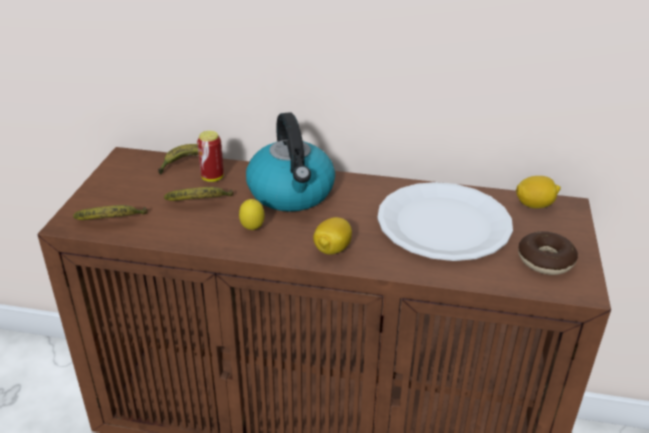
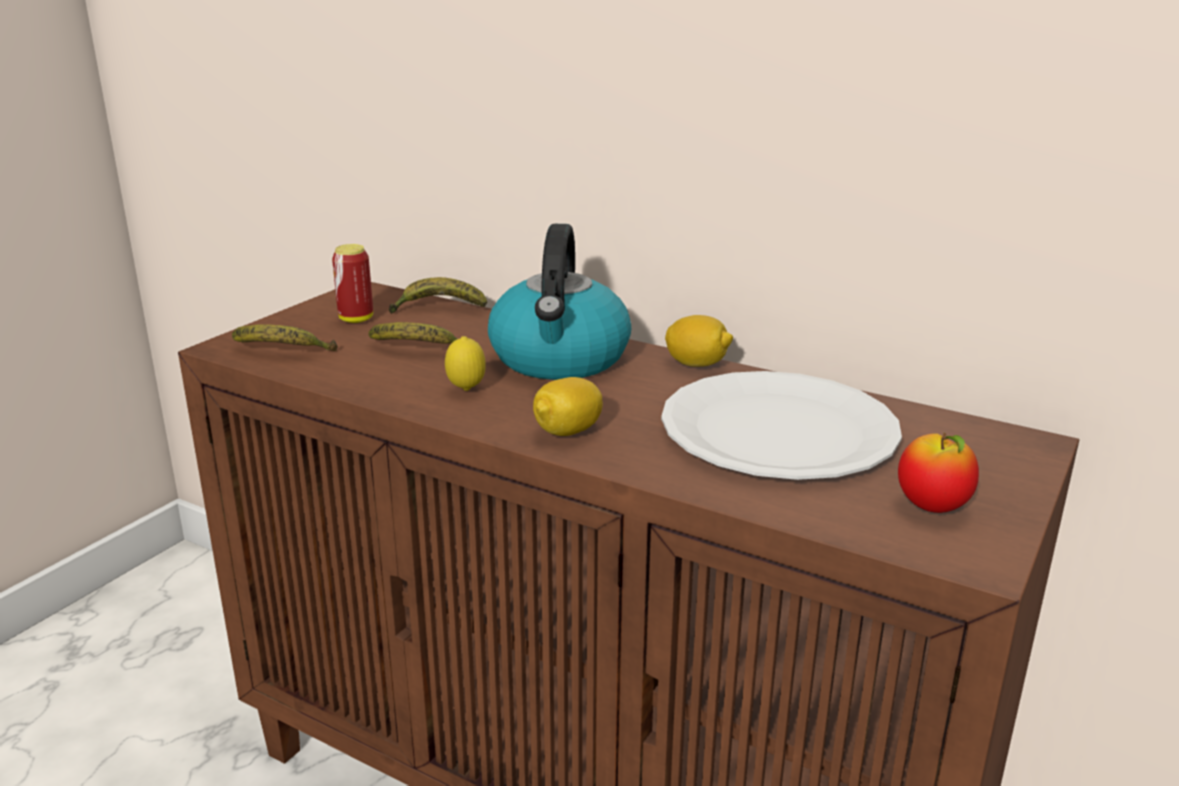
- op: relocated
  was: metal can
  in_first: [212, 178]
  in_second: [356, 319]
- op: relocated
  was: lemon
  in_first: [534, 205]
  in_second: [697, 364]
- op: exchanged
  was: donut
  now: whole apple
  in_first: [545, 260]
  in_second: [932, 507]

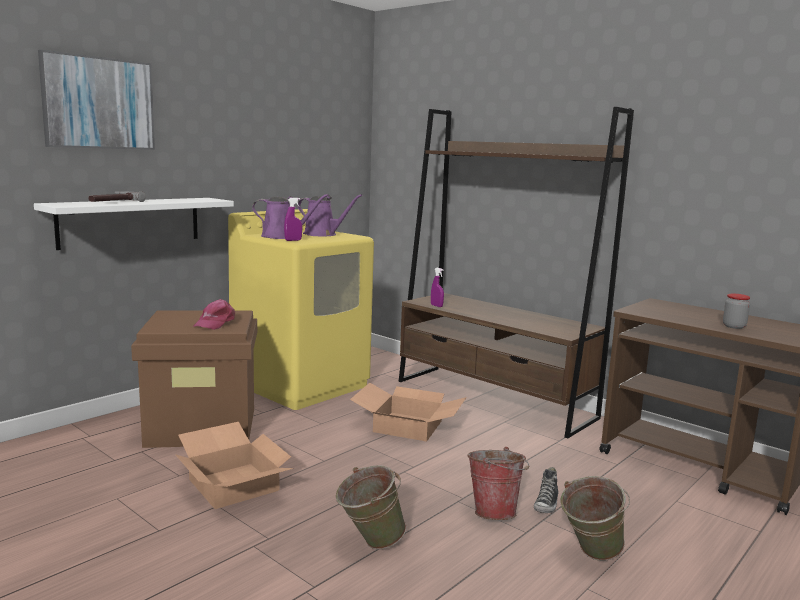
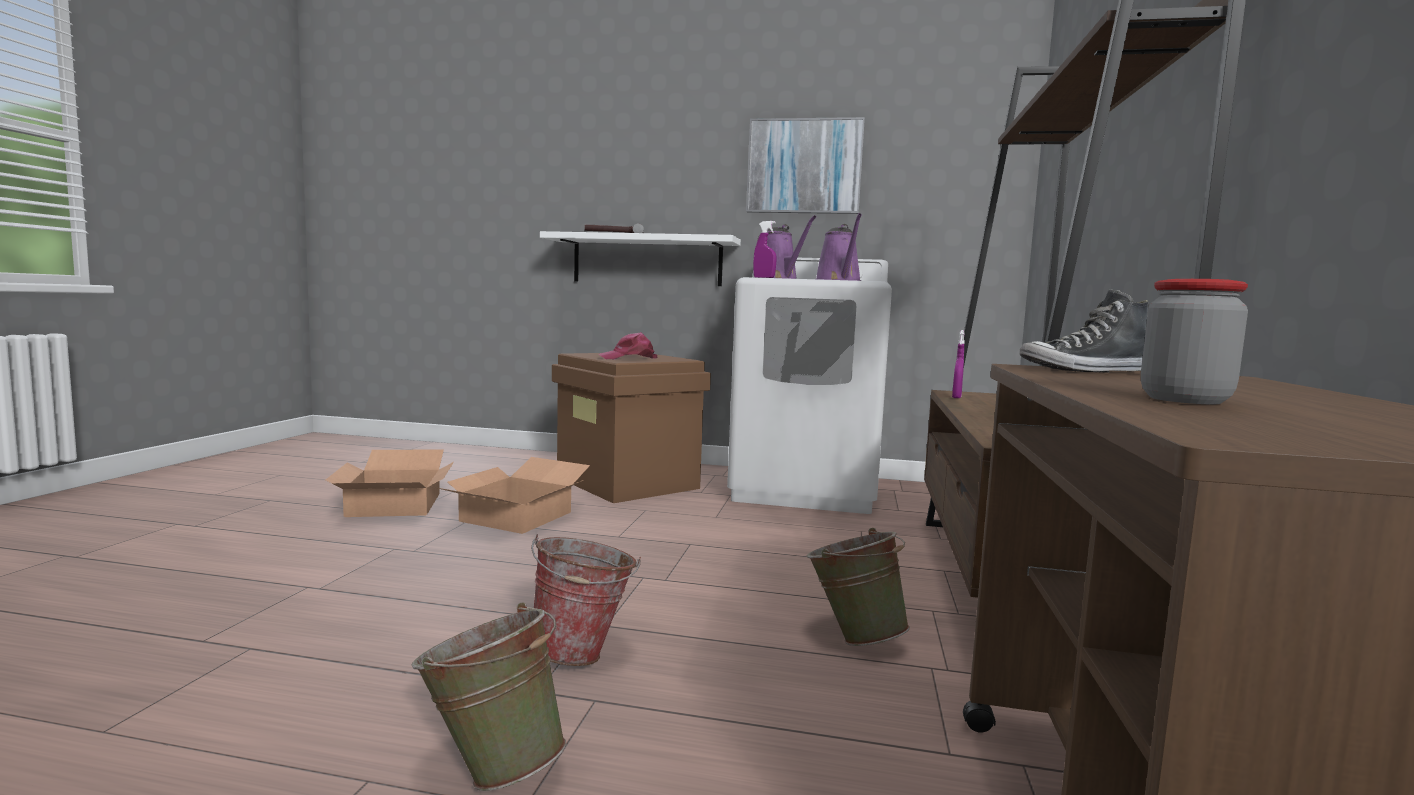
- op: relocated
  was: wall picture
  in_first: [98, 103]
  in_second: [804, 166]
- op: colour
  was: laundry appliance (yellow)
  now: laundry appliance (white-coloured)
  in_first: [301, 384]
  in_second: [805, 490]
- op: relocated
  was: carton
  in_first: [409, 426]
  in_second: [395, 505]
- op: relocated
  was: bucket (green)
  in_first: [369, 543]
  in_second: [853, 637]
- op: relocated
  was: shoe
  in_first: [546, 504]
  in_second: [1085, 371]

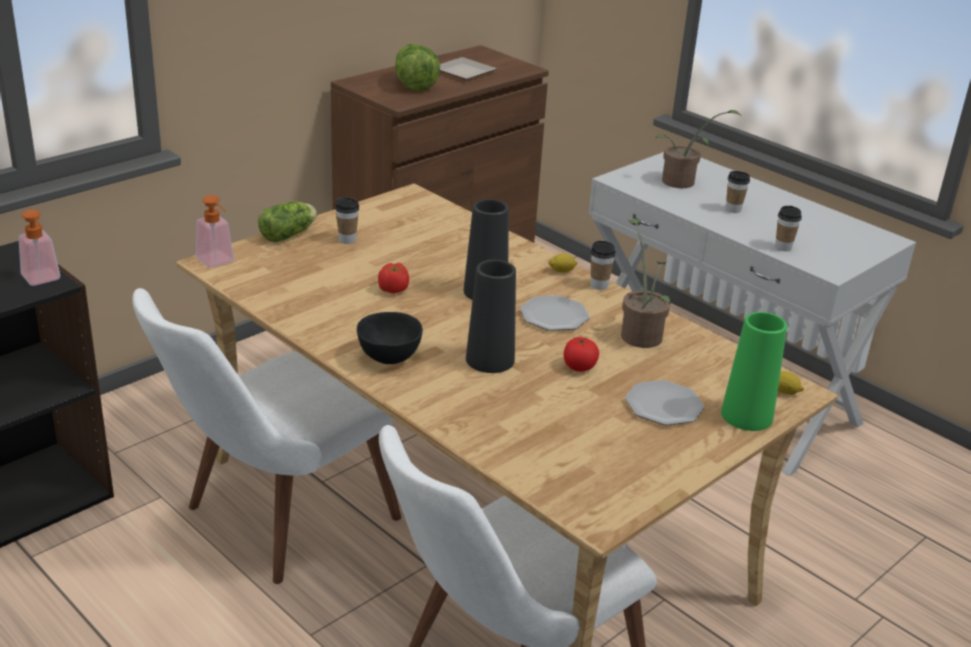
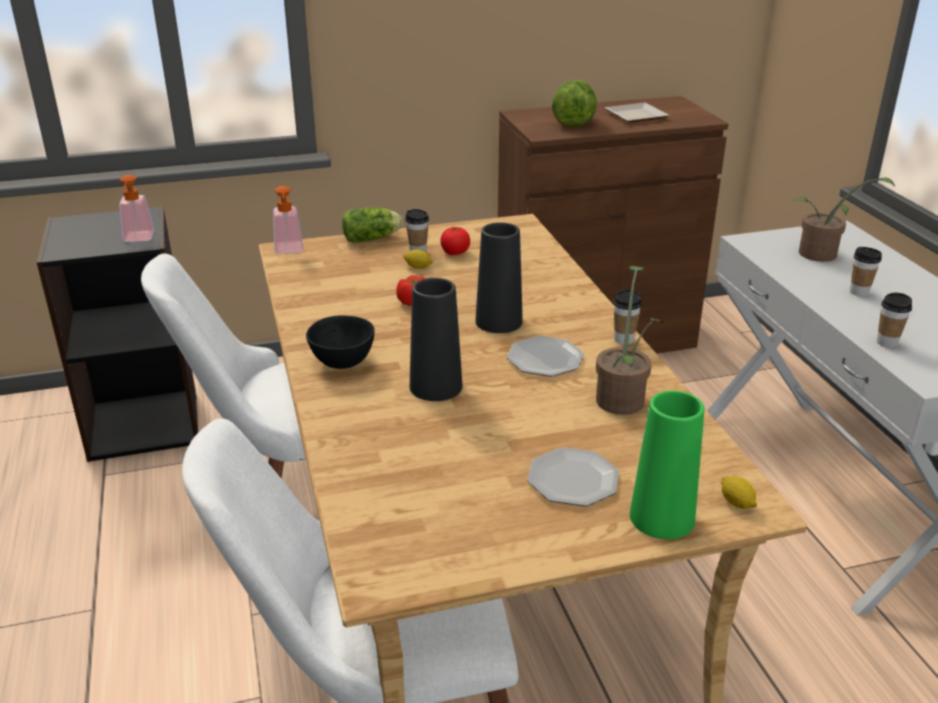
- op: relocated
  was: lemon
  in_first: [562, 271]
  in_second: [418, 267]
- op: relocated
  was: tomato
  in_first: [579, 367]
  in_second: [455, 252]

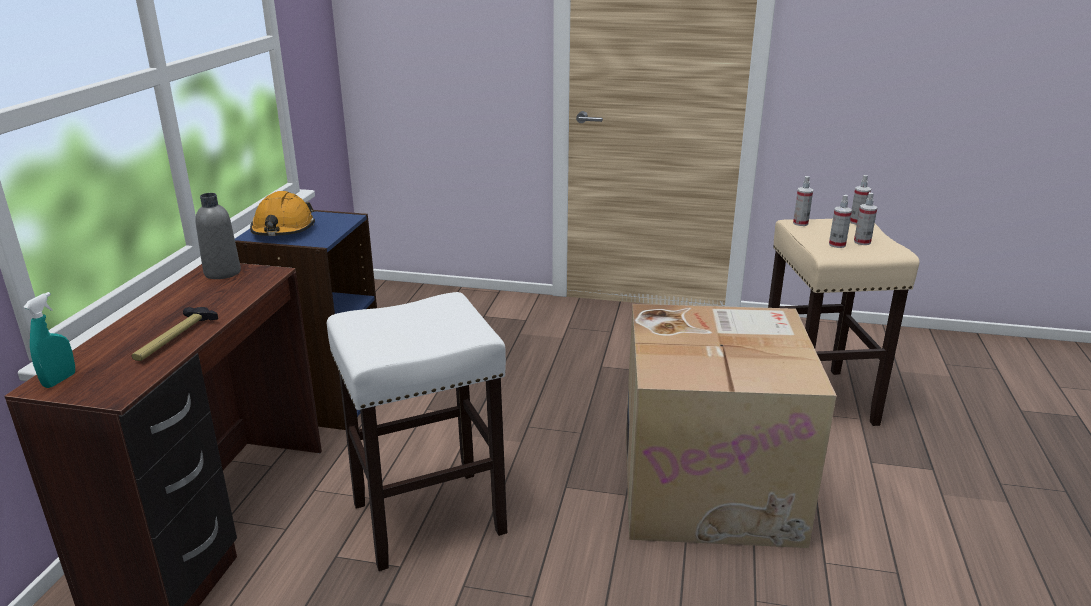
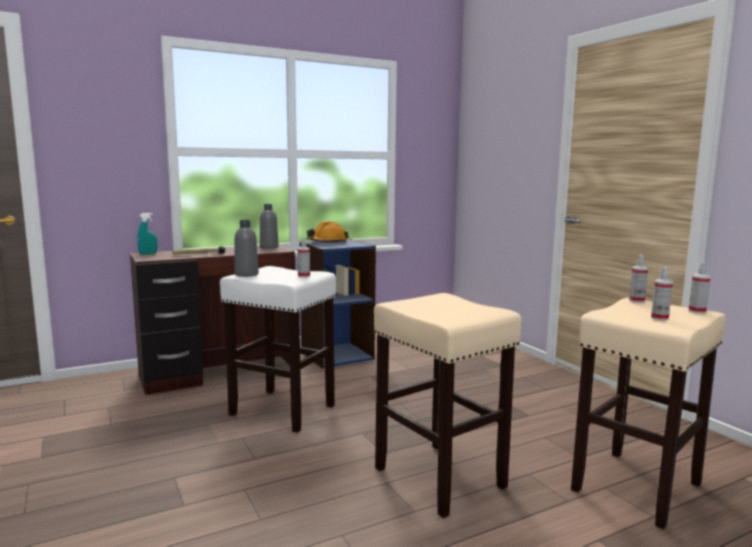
- op: relocated
  was: spray bottle
  in_first: [837, 245]
  in_second: [304, 276]
- op: exchanged
  was: carton
  now: sitting stool (beige)
  in_first: [711, 485]
  in_second: [441, 478]
- op: appeared
  now: drink bottle (grey)
  in_second: [246, 274]

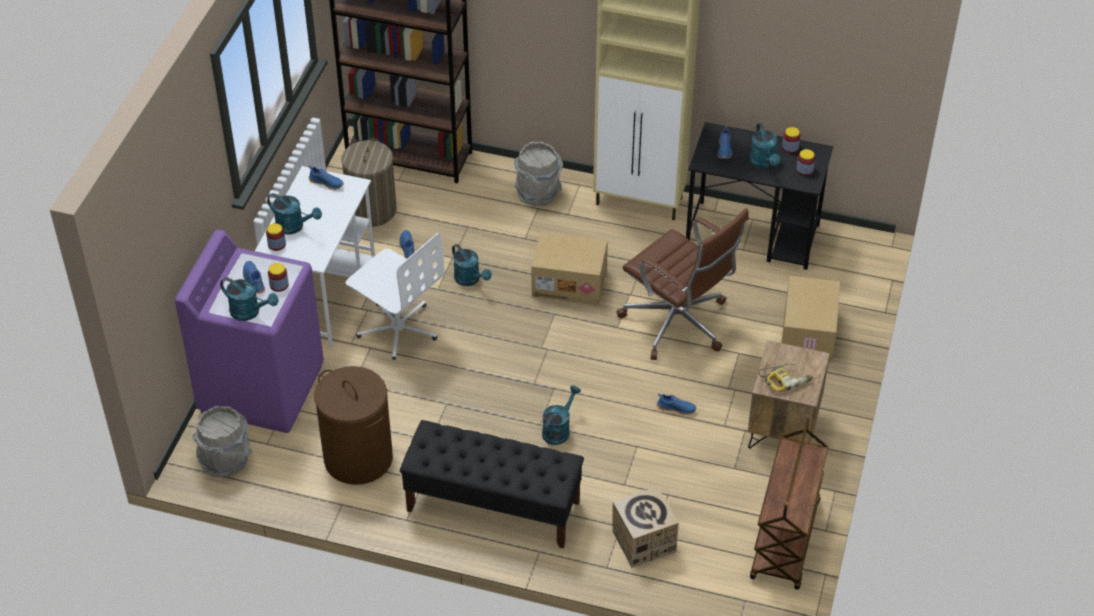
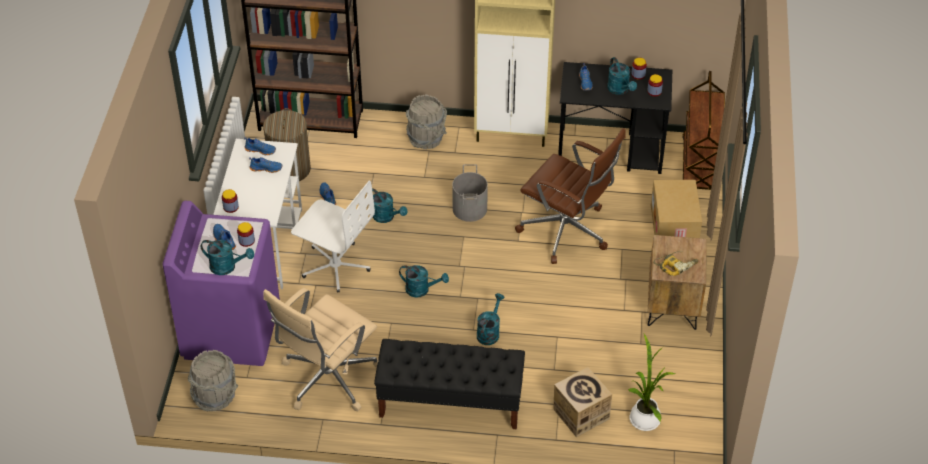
- op: relocated
  was: watering pot (turquoise)
  in_first: [294, 227]
  in_second: [421, 290]
- op: exchanged
  was: carton
  now: bucket (grey)
  in_first: [570, 282]
  in_second: [470, 208]
- op: exchanged
  was: laundry basket (brown-coloured)
  now: office chair (beige)
  in_first: [358, 458]
  in_second: [327, 379]
- op: relocated
  was: shoe (bluish)
  in_first: [676, 408]
  in_second: [266, 168]
- op: relocated
  was: trolley (brown-coloured)
  in_first: [785, 541]
  in_second: [700, 168]
- op: appeared
  now: houseplant
  in_second: [644, 417]

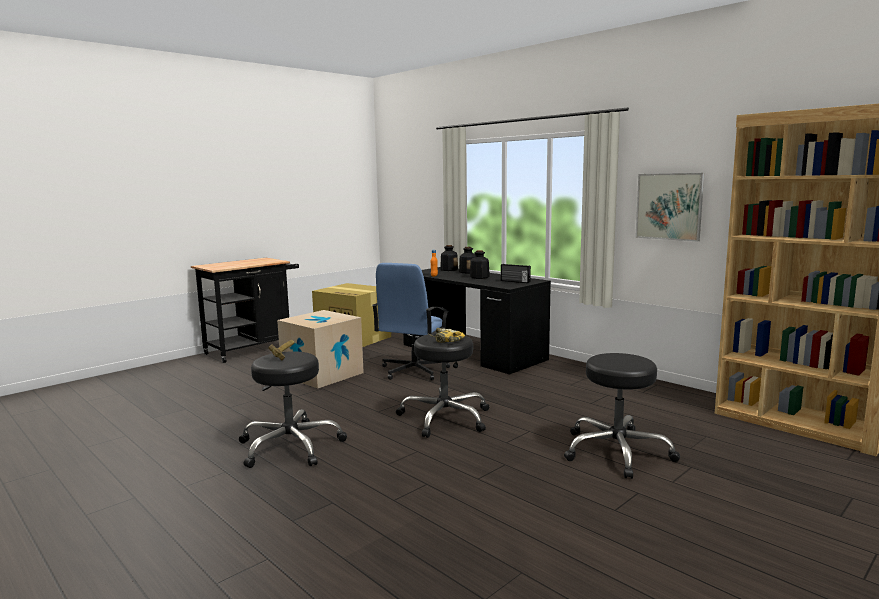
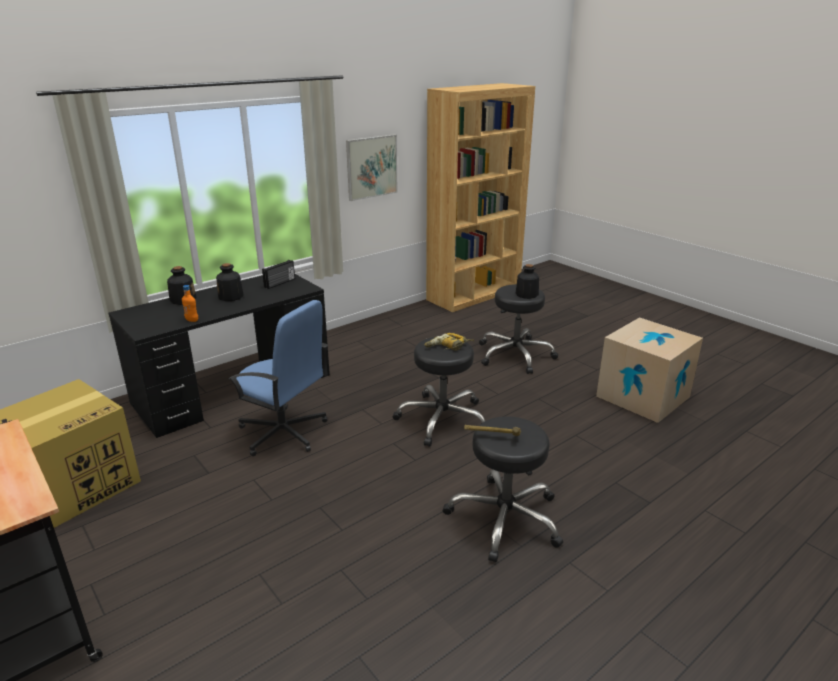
- op: relocated
  was: drink bottle
  in_first: [449, 269]
  in_second: [526, 294]
- op: relocated
  was: carton
  in_first: [322, 374]
  in_second: [643, 396]

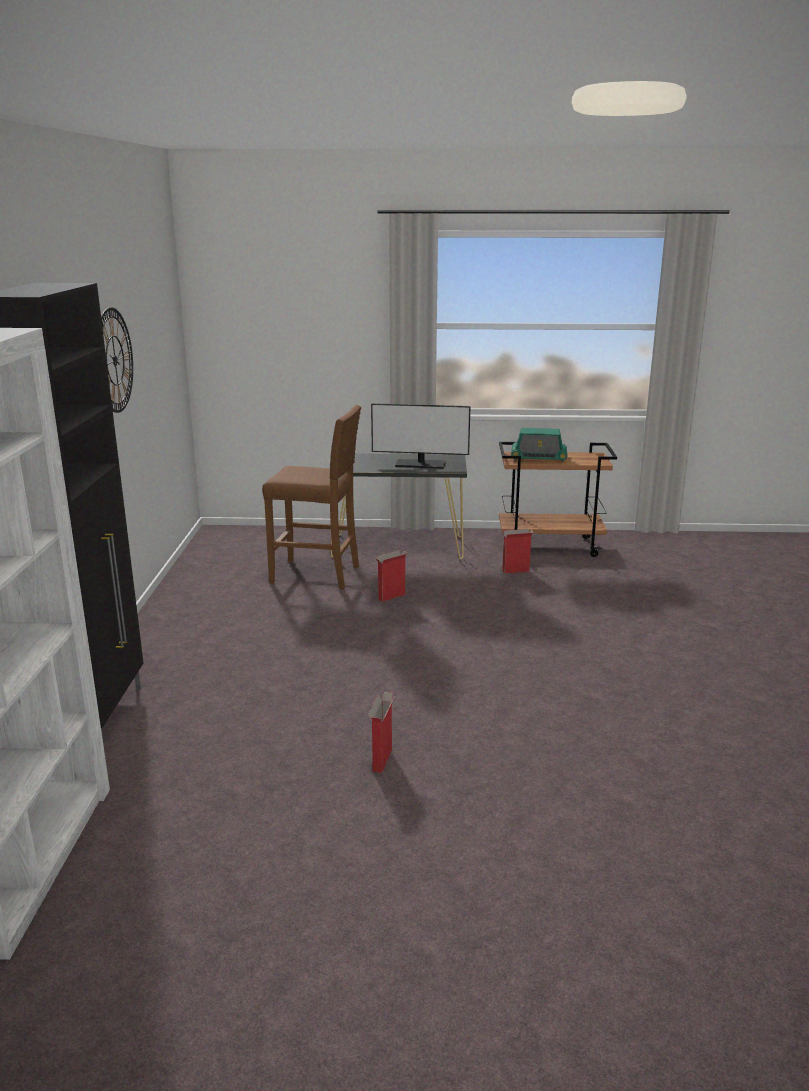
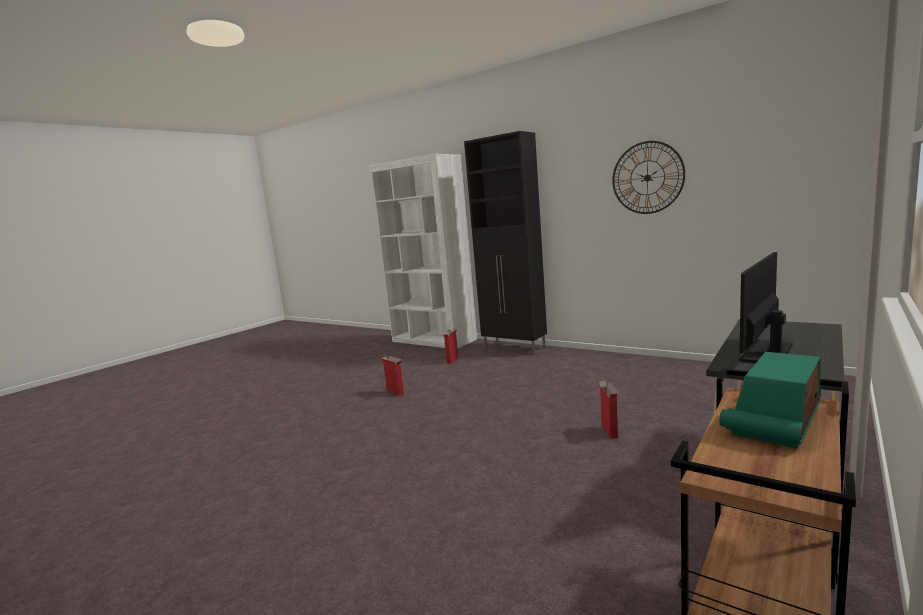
- op: missing
  was: sitting stool (brown-coloured)
  in_first: [317, 575]
- op: relocated
  was: carton
  in_first: [515, 571]
  in_second: [452, 360]

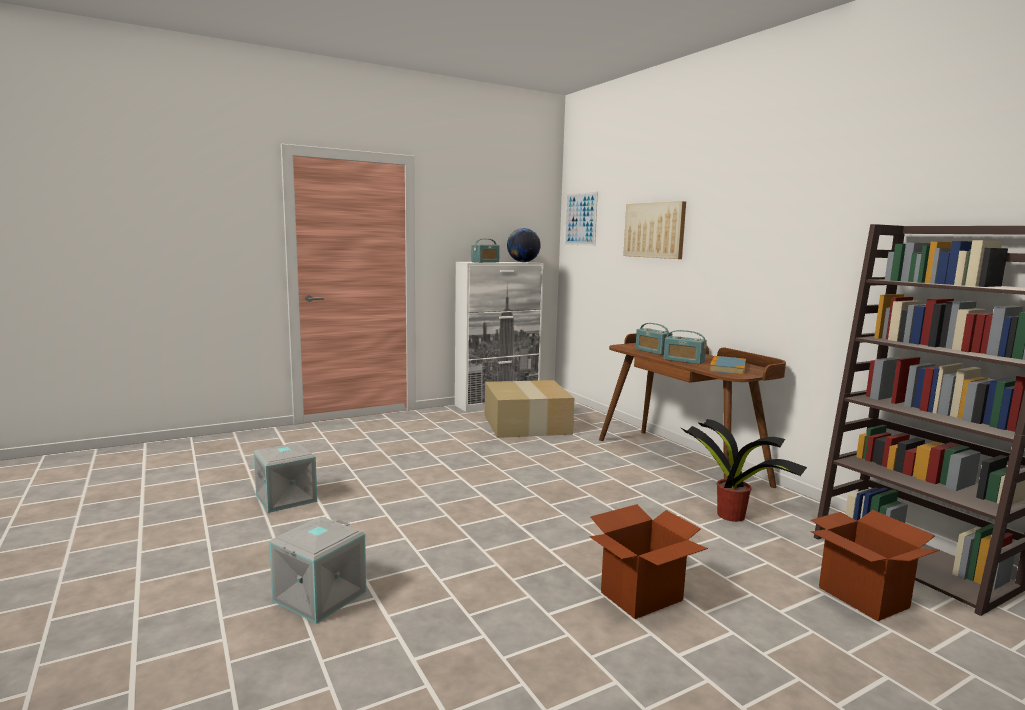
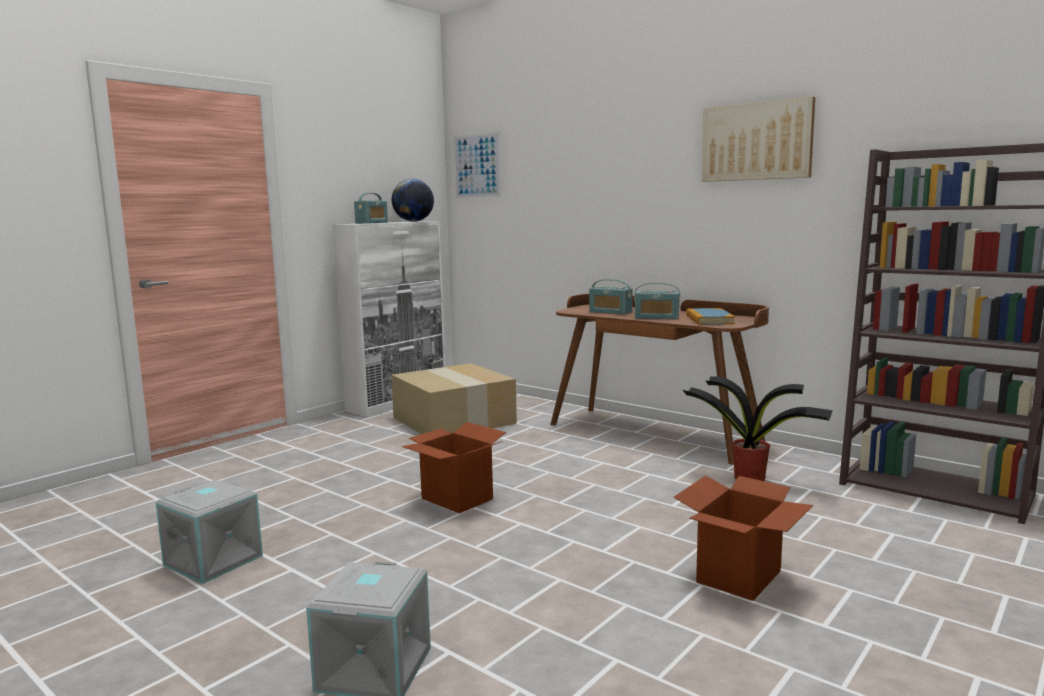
- op: relocated
  was: wall picture
  in_first: [654, 230]
  in_second: [756, 141]
- op: relocated
  was: carton
  in_first: [862, 597]
  in_second: [456, 499]

